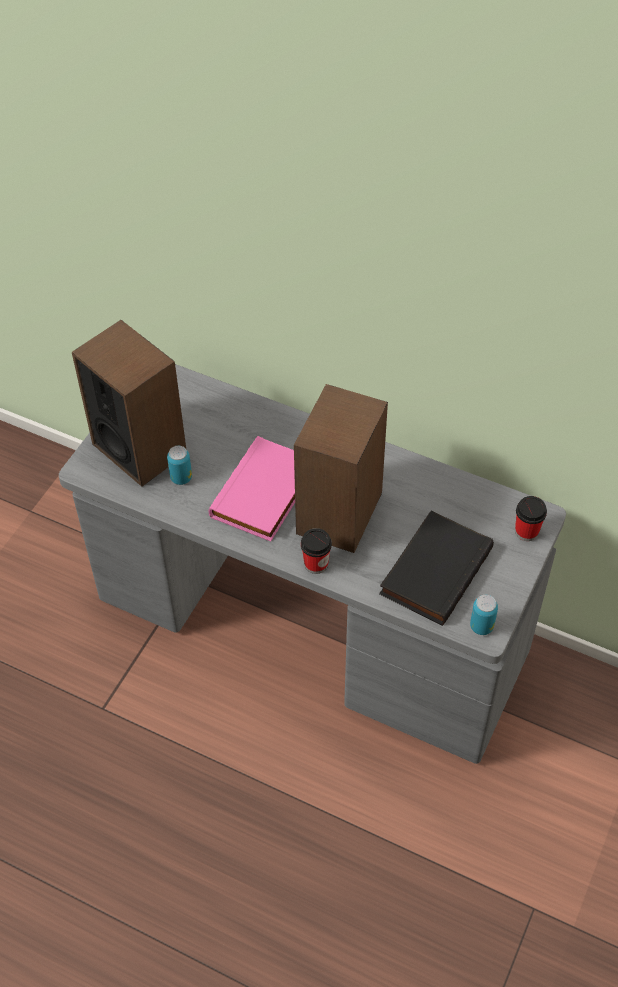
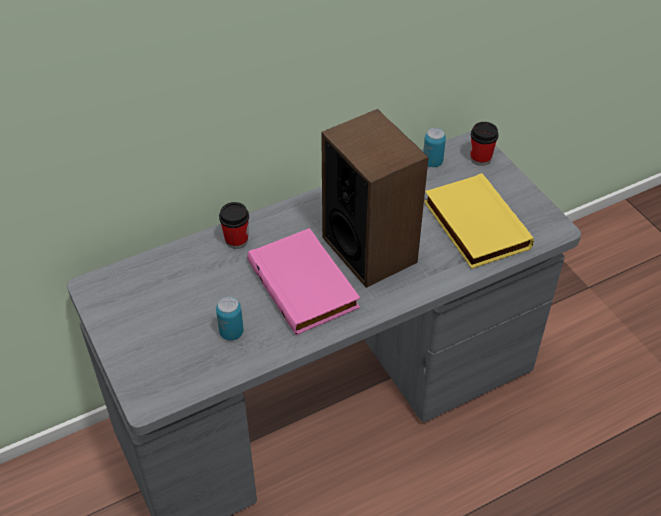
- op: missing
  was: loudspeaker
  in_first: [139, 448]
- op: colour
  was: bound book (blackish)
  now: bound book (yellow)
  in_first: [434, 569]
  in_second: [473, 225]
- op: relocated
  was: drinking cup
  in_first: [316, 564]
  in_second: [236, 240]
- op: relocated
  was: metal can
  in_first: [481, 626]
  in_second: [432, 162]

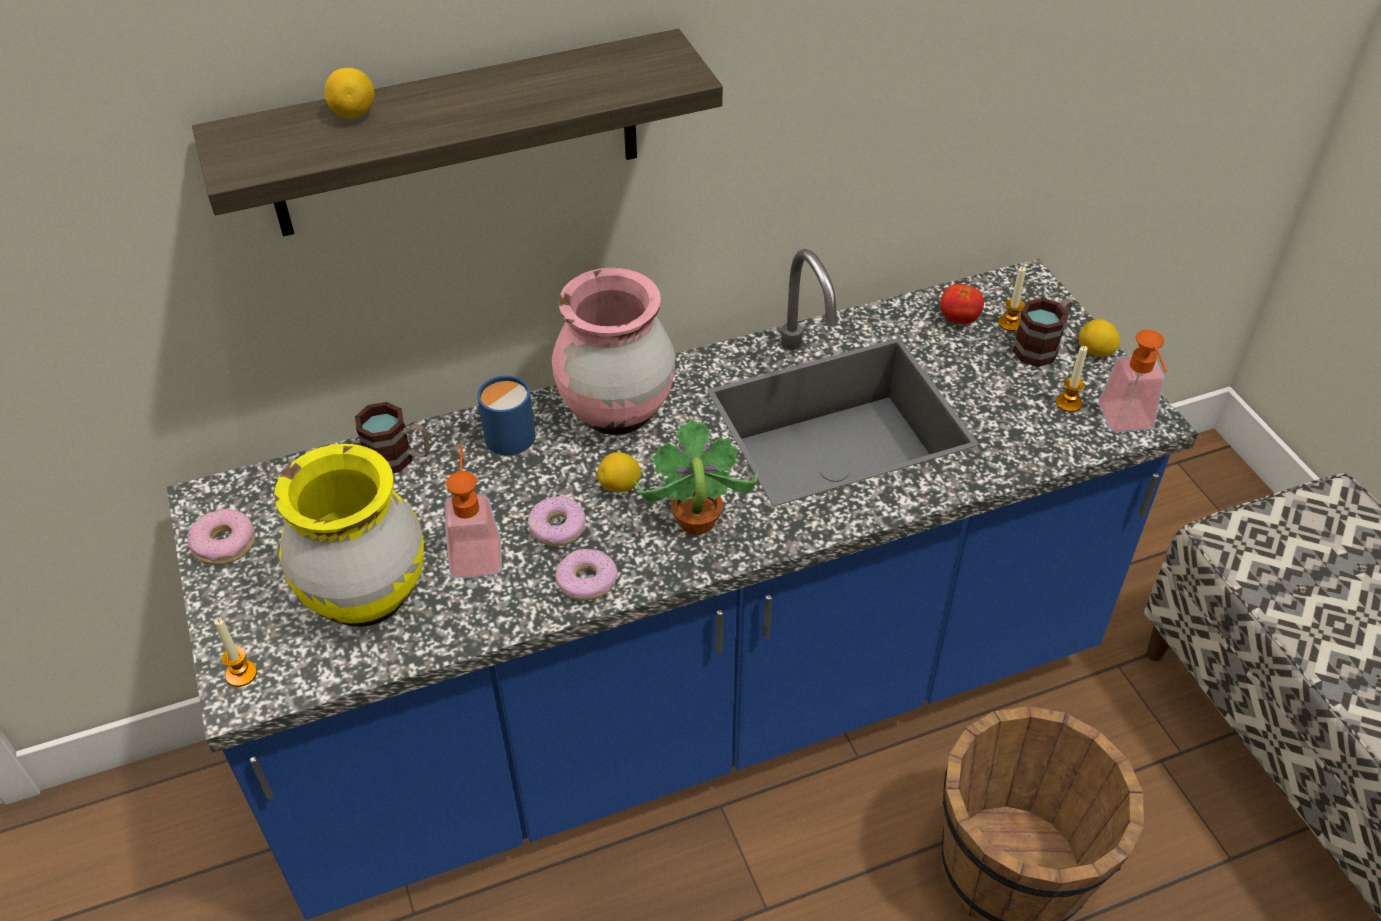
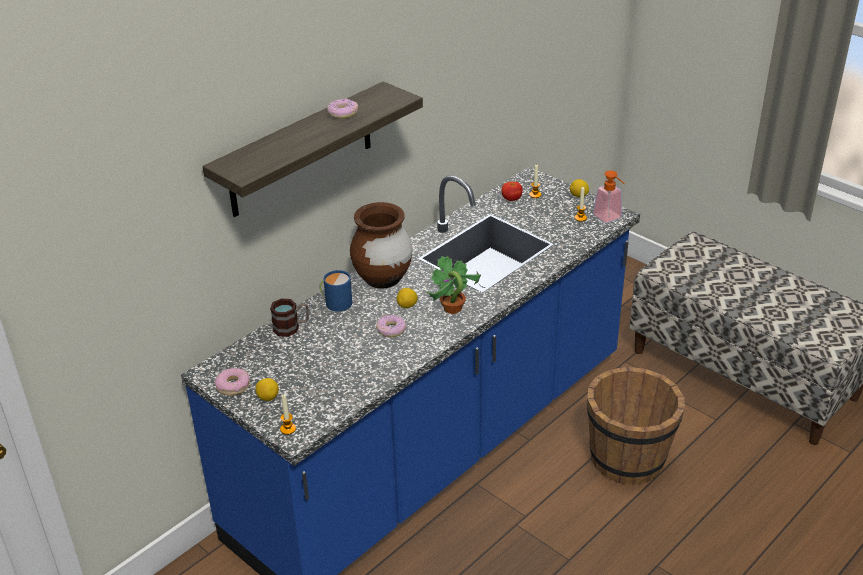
- op: relocated
  was: lemon
  in_first: [354, 114]
  in_second: [268, 397]
- op: colour
  was: decorative vase (pinkish)
  now: decorative vase (brown-coloured)
  in_first: [616, 413]
  in_second: [382, 279]
- op: missing
  was: coffee mug
  in_first: [1041, 347]
- op: missing
  was: decorative vase (yellow)
  in_first: [366, 597]
- op: missing
  was: soap dispenser
  in_first: [476, 550]
- op: relocated
  was: donut
  in_first: [586, 581]
  in_second: [342, 113]

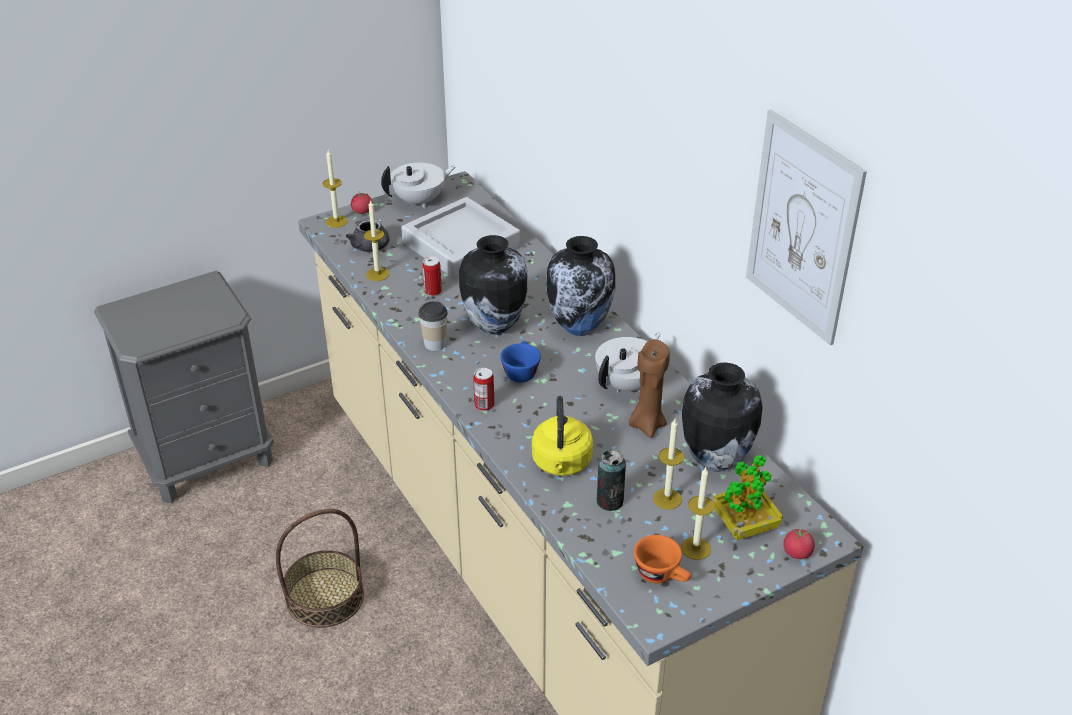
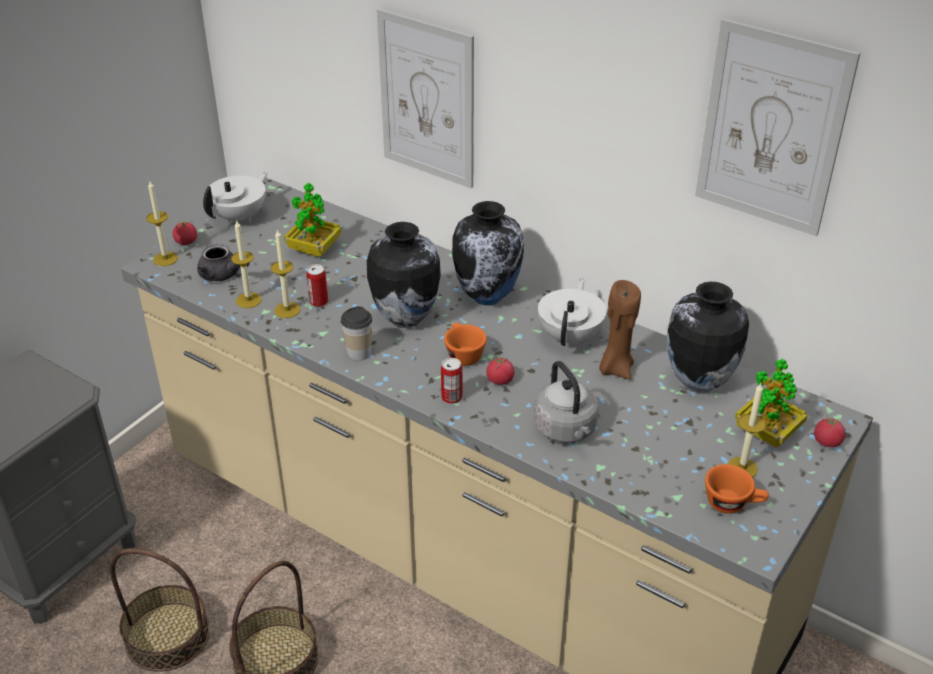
- op: exchanged
  was: serving tray (grey)
  now: houseplant
  in_first: [461, 245]
  in_second: [314, 249]
- op: colour
  was: drinking cup (bluish)
  now: drinking cup (orange)
  in_first: [520, 371]
  in_second: [462, 354]
- op: colour
  was: water kettle (yellow)
  now: water kettle (grey)
  in_first: [562, 464]
  in_second: [566, 430]
- op: relocated
  was: wax candle
  in_first: [667, 499]
  in_second: [287, 310]
- op: missing
  was: metal can
  in_first: [610, 501]
- op: appeared
  now: wall picture
  in_second: [427, 99]
- op: appeared
  now: tomato
  in_second: [500, 380]
- op: appeared
  now: storage basket
  in_second: [167, 636]

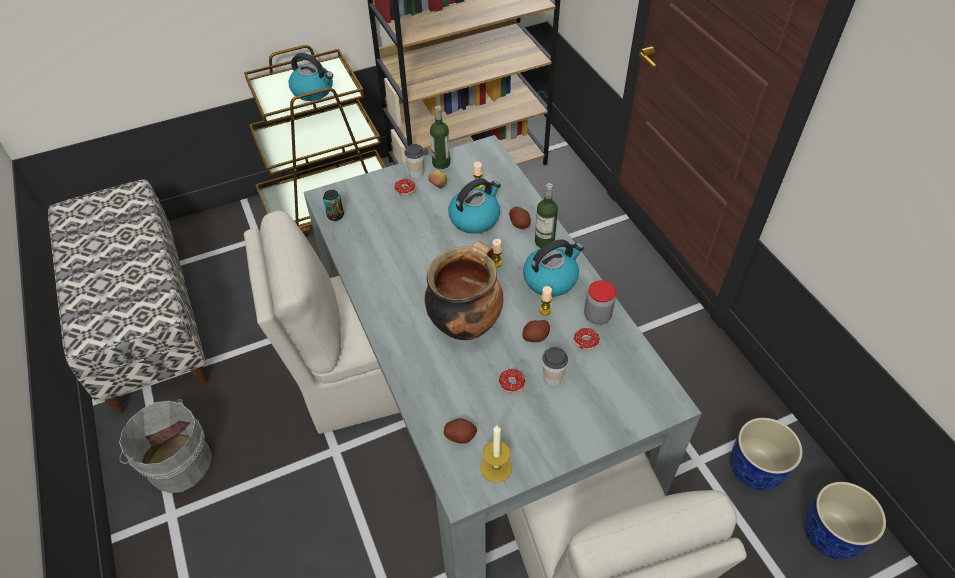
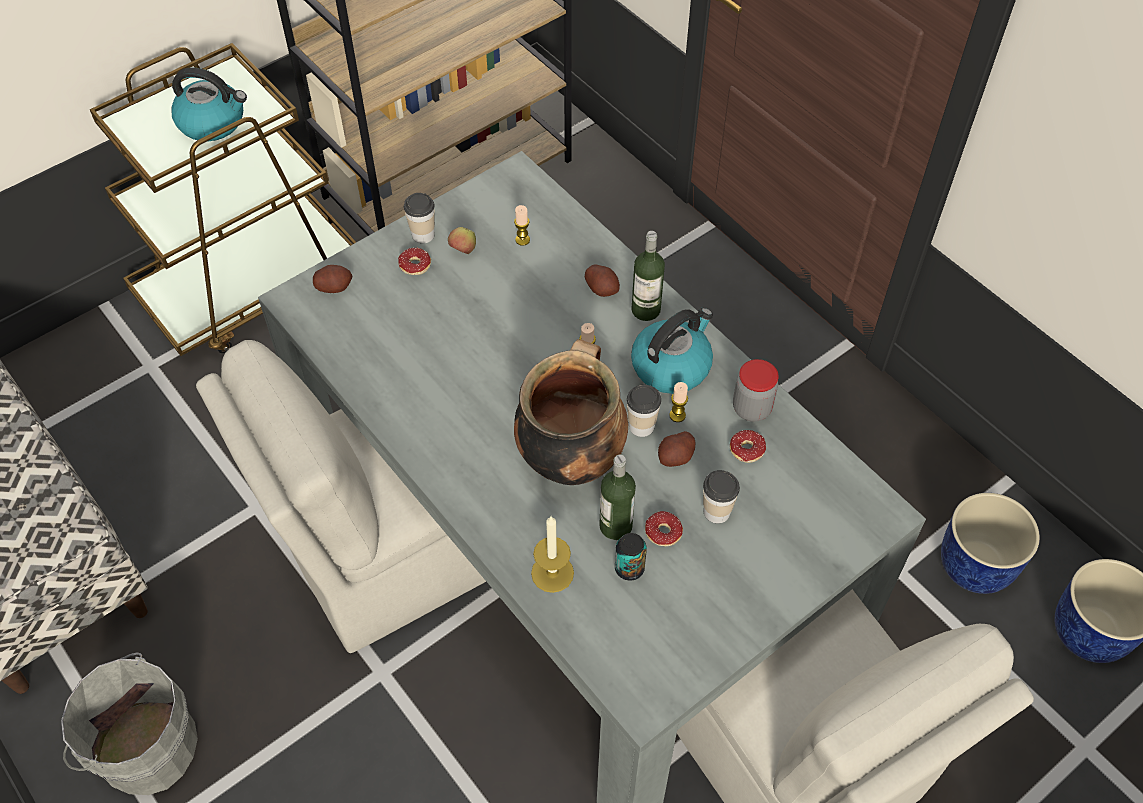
- op: relocated
  was: drink bottle
  in_first: [441, 163]
  in_second: [615, 526]
- op: missing
  was: water kettle
  in_first: [475, 218]
- op: relocated
  was: metal can
  in_first: [335, 215]
  in_second: [629, 568]
- op: relocated
  was: whole potato
  in_first: [460, 435]
  in_second: [334, 287]
- op: relocated
  was: wax candle
  in_first: [496, 467]
  in_second: [552, 573]
- op: appeared
  now: drinking cup
  in_second: [641, 426]

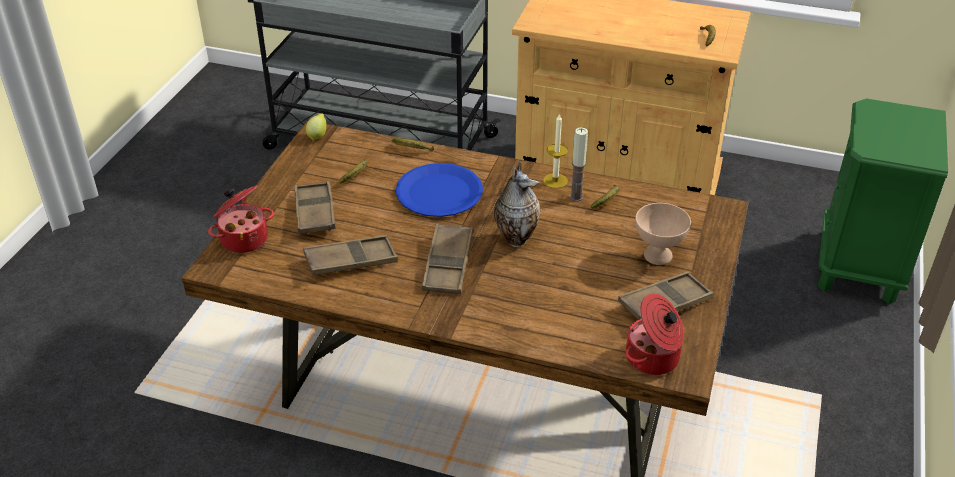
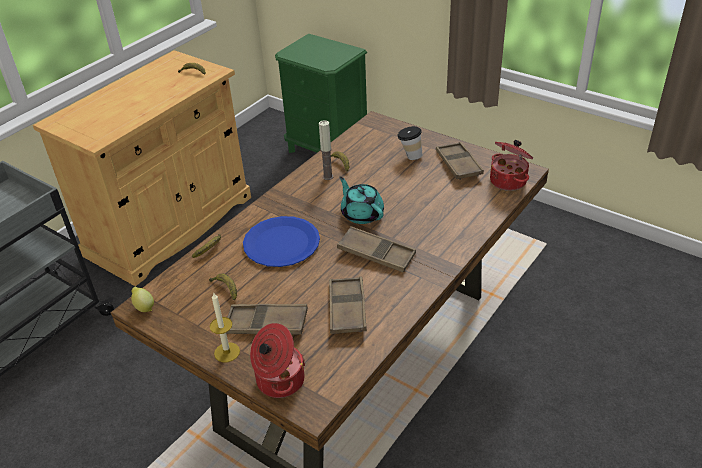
- op: relocated
  was: wax candle
  in_first: [555, 181]
  in_second: [227, 352]
- op: exchanged
  was: decorative vase
  now: pot for tea (turquoise)
  in_first: [516, 238]
  in_second: [362, 214]
- op: exchanged
  was: serving bowl (beige)
  now: drinking cup
  in_first: [658, 255]
  in_second: [410, 156]

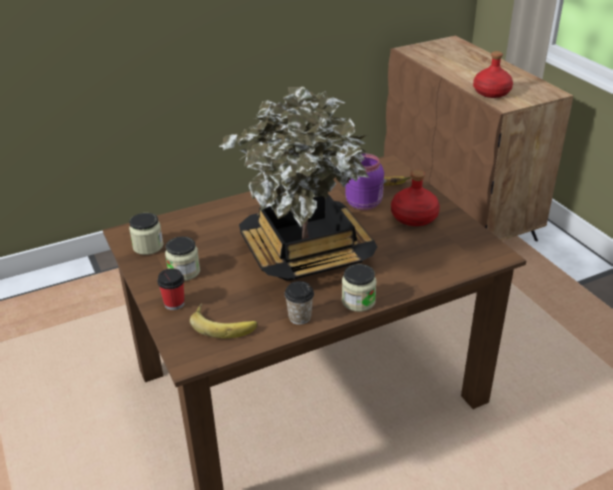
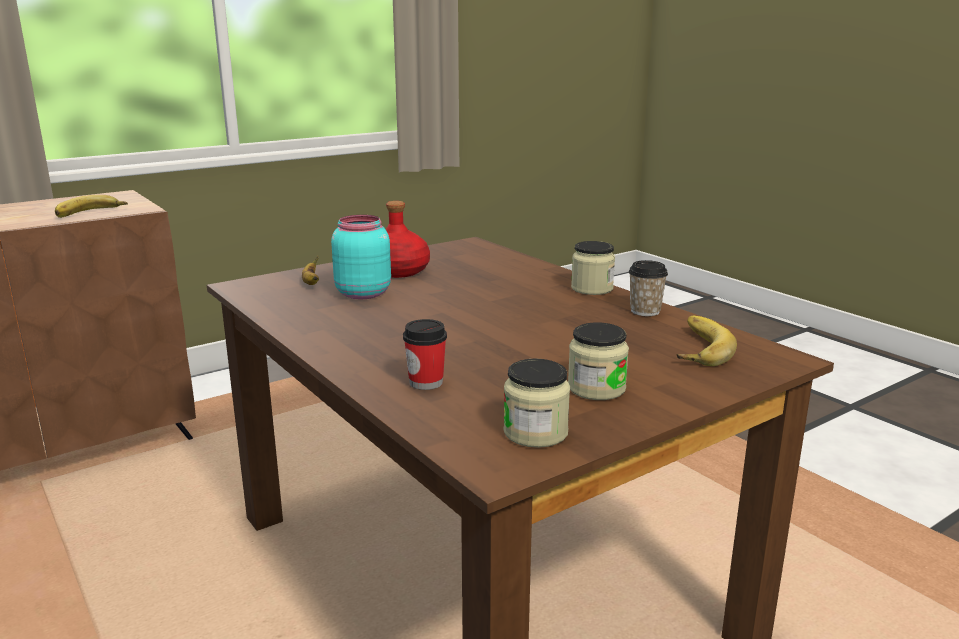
- op: exchanged
  was: drink bottle (red)
  now: banana fruit
  in_first: [491, 92]
  in_second: [91, 213]
- op: missing
  was: houseplant
  in_first: [306, 253]
- op: colour
  was: storage jar (purple-coloured)
  now: storage jar (turquoise)
  in_first: [364, 203]
  in_second: [362, 293]
- op: relocated
  was: drinking cup
  in_first: [174, 303]
  in_second: [426, 382]

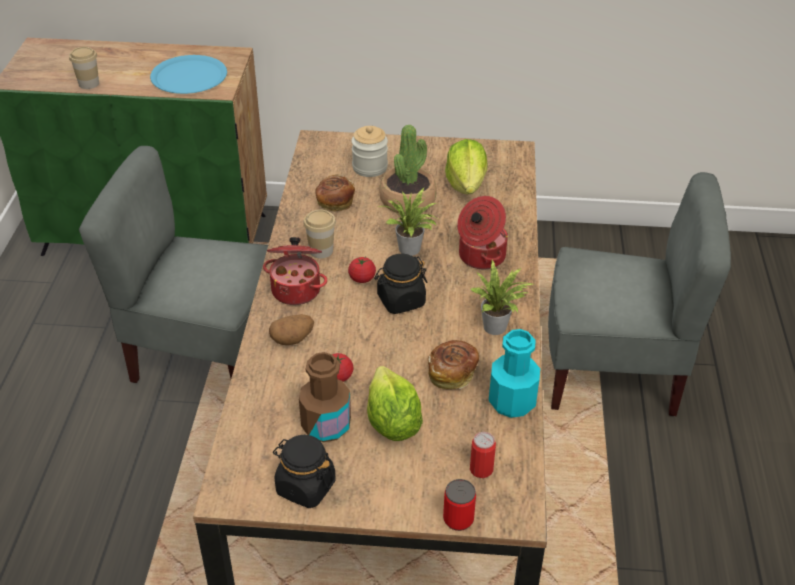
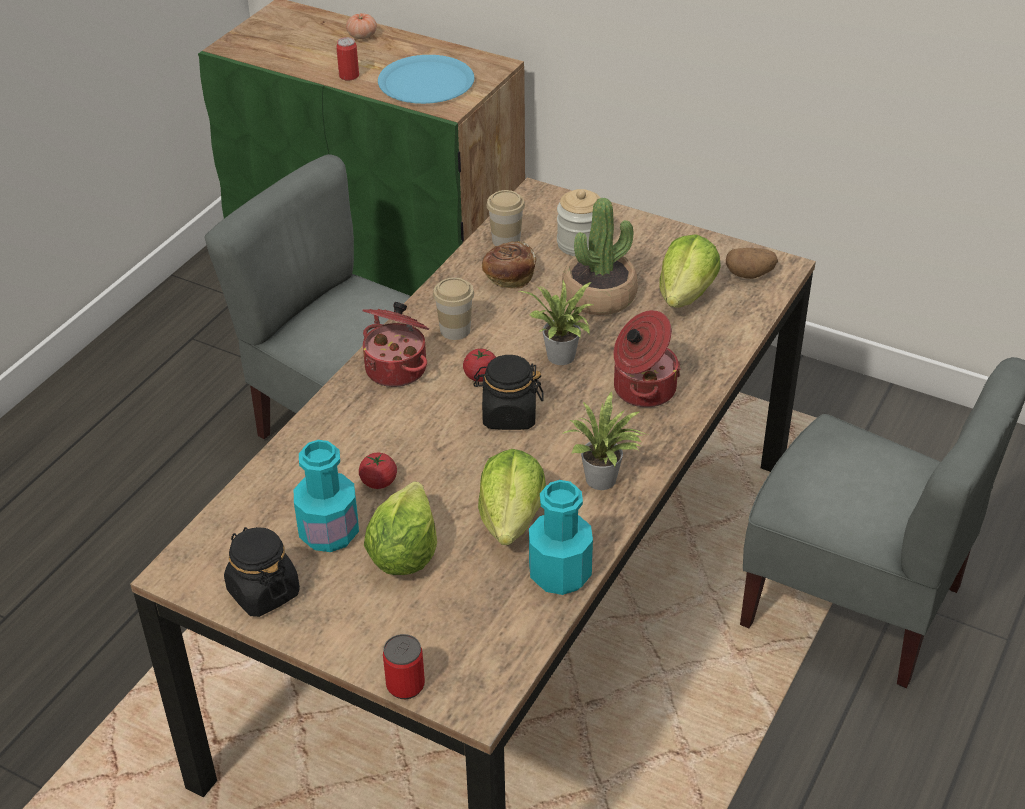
- op: relocated
  was: drinking cup
  in_first: [89, 84]
  in_second: [506, 240]
- op: relocated
  was: whole potato
  in_first: [292, 339]
  in_second: [749, 275]
- op: exchanged
  was: bakery bread
  now: lettuce head
  in_first: [452, 373]
  in_second: [512, 518]
- op: colour
  was: drink bottle (brown-coloured)
  now: drink bottle (turquoise)
  in_first: [326, 425]
  in_second: [329, 533]
- op: relocated
  was: metal can
  in_first: [481, 469]
  in_second: [349, 76]
- op: appeared
  now: tomato
  in_second: [362, 36]

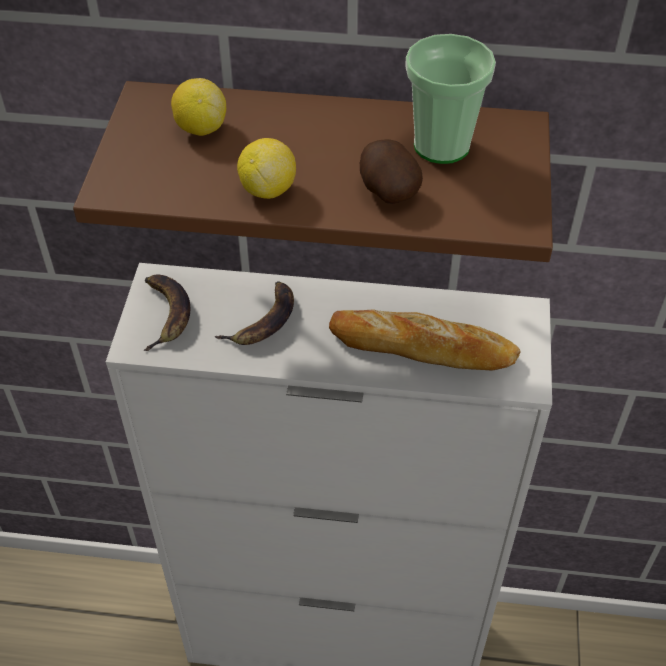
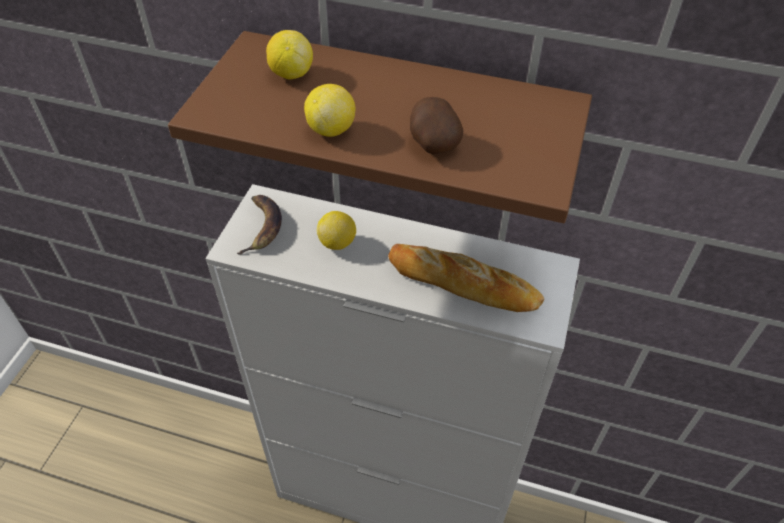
- op: missing
  was: drinking cup
  in_first: [441, 146]
- op: exchanged
  was: banana fruit
  now: lemon
  in_first: [263, 320]
  in_second: [338, 243]

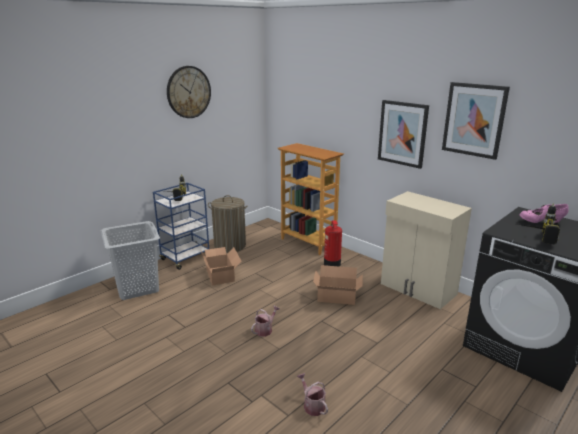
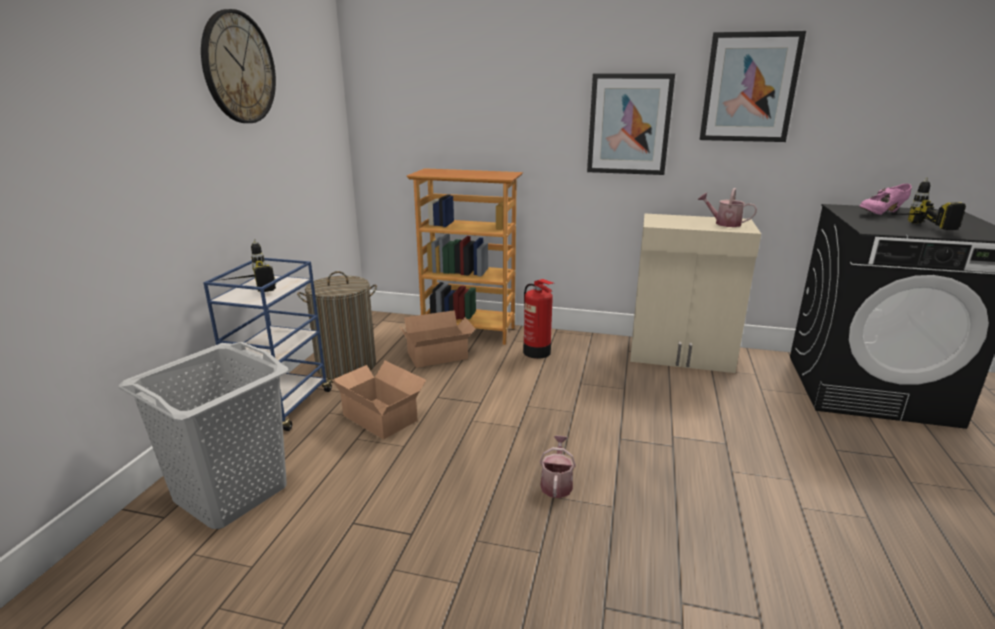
- op: relocated
  was: carton
  in_first: [337, 297]
  in_second: [439, 356]
- op: relocated
  was: watering pot
  in_first: [312, 405]
  in_second: [724, 223]

